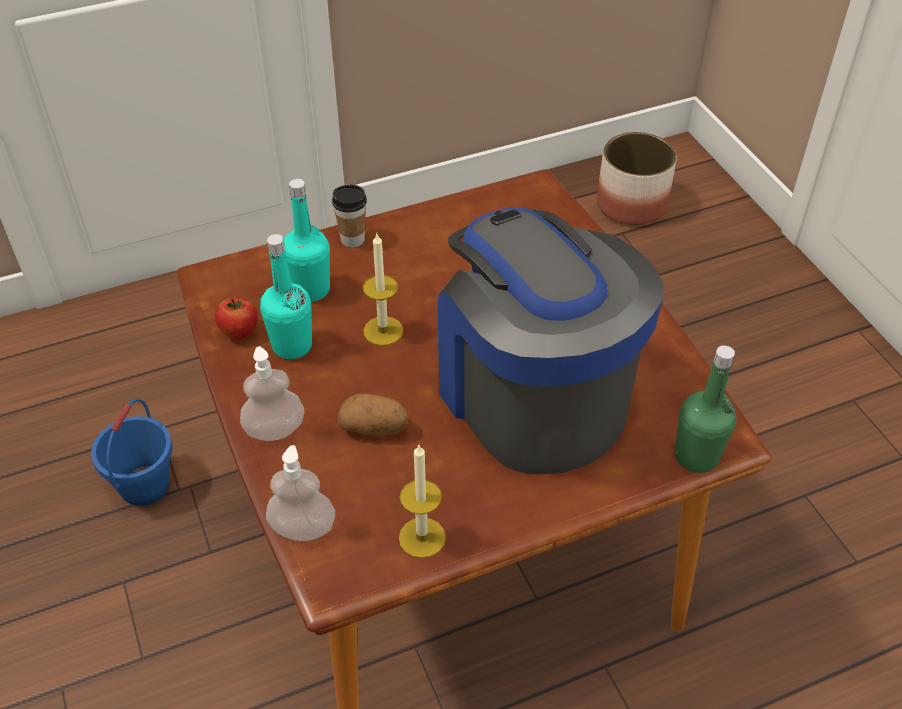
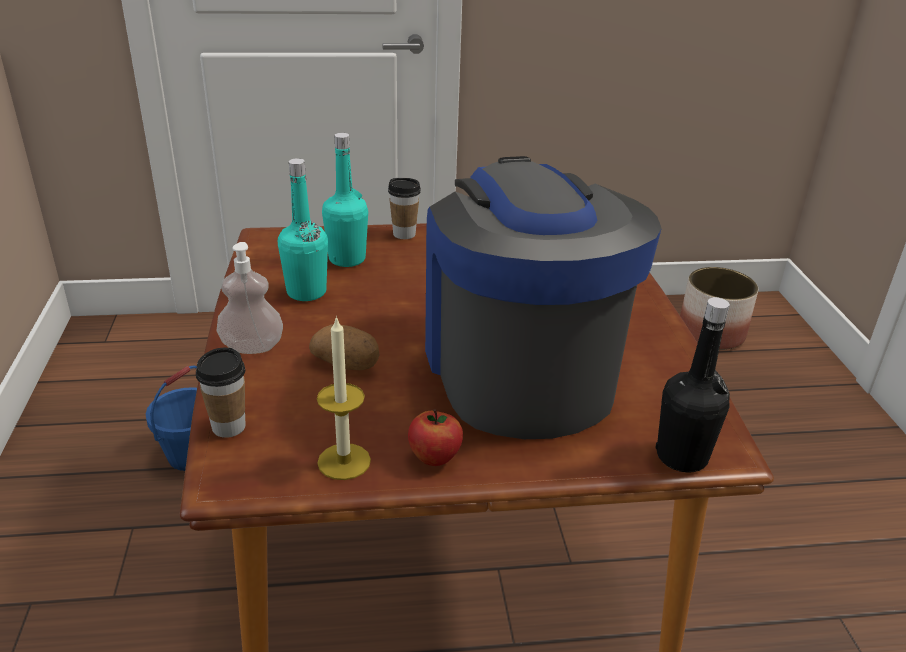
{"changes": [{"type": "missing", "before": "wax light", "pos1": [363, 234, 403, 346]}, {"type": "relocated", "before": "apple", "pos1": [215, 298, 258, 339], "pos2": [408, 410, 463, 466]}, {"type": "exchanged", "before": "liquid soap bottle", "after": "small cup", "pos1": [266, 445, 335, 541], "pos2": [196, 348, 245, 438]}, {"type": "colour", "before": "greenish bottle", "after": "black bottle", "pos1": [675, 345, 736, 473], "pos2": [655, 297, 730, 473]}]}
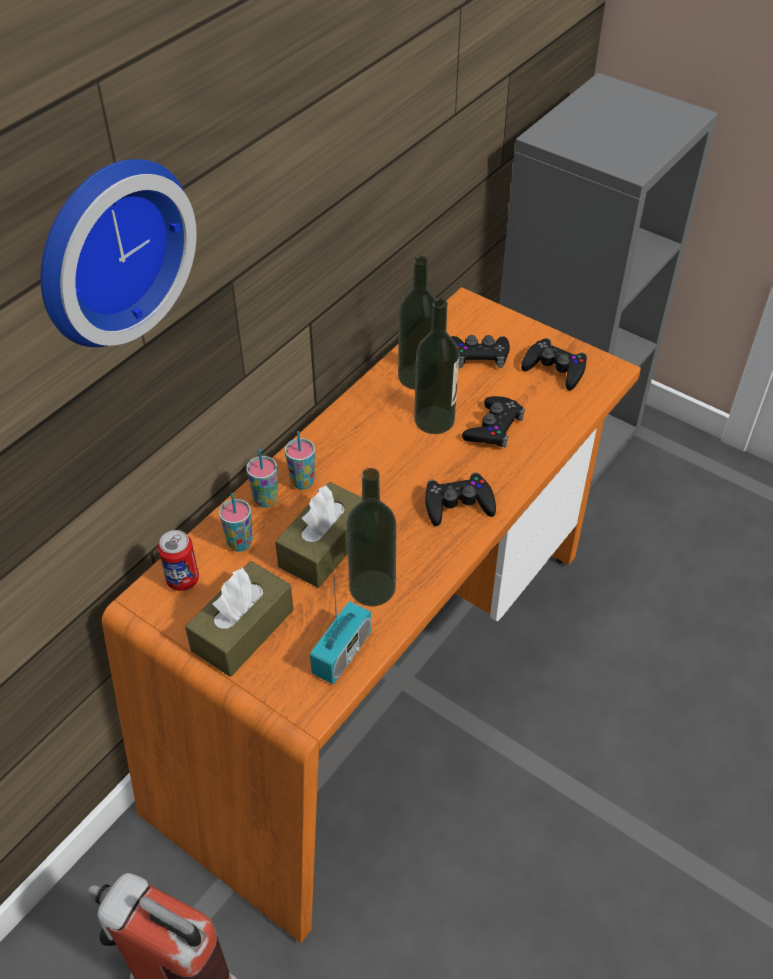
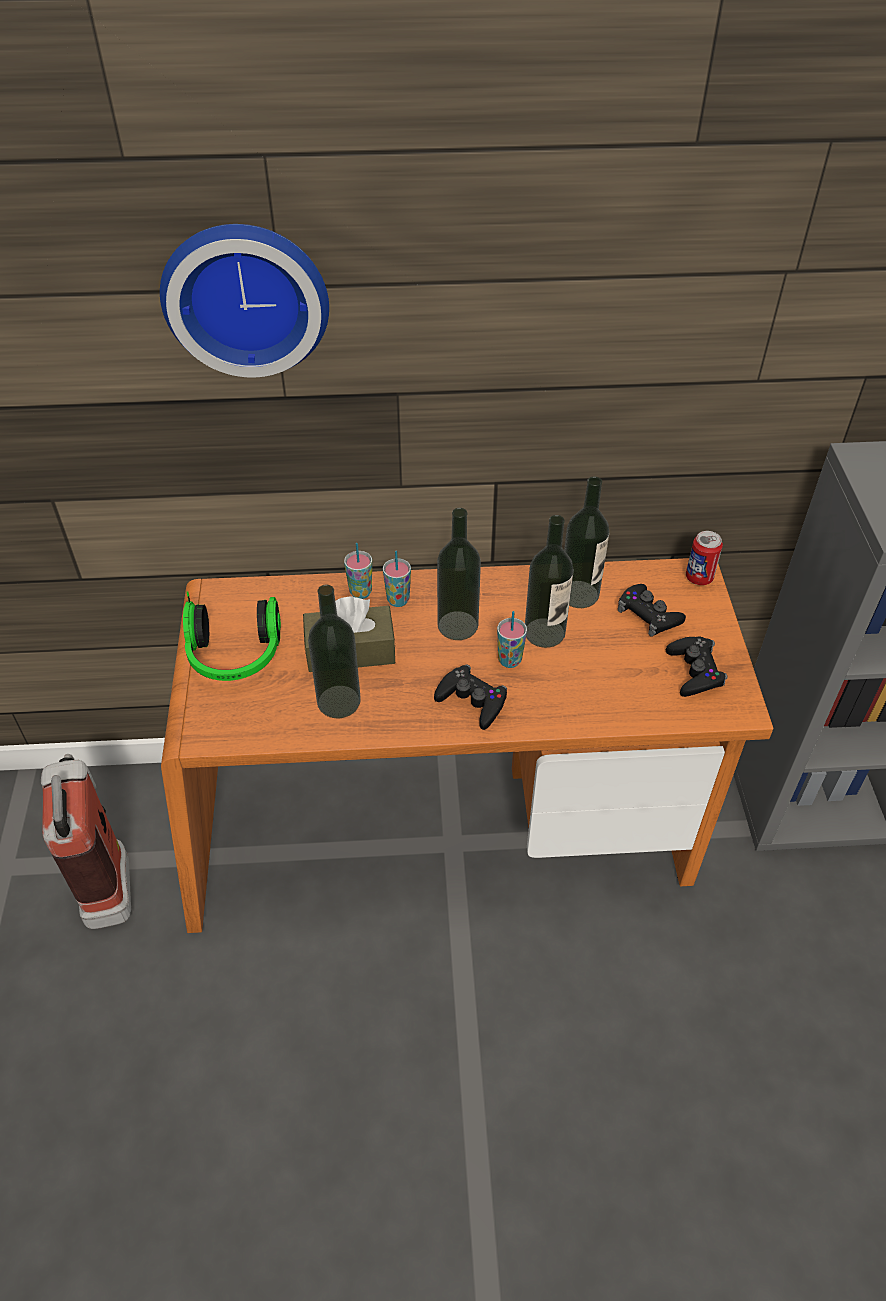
{"changes": [{"type": "missing", "before": "radio", "pos1": [310, 581, 371, 684]}, {"type": "missing", "before": "black game controller", "pos1": [462, 396, 525, 448]}, {"type": "appeared", "after": "bottle", "pos2": [437, 508, 481, 640]}, {"type": "relocated", "before": "metal can", "pos1": [158, 530, 199, 591], "pos2": [686, 531, 723, 585]}, {"type": "relocated", "before": "small cup", "pos1": [219, 493, 253, 552], "pos2": [497, 611, 527, 668]}, {"type": "exchanged", "before": "brown box of tissues", "after": "headphones", "pos1": [185, 561, 294, 677], "pos2": [183, 592, 281, 681]}]}
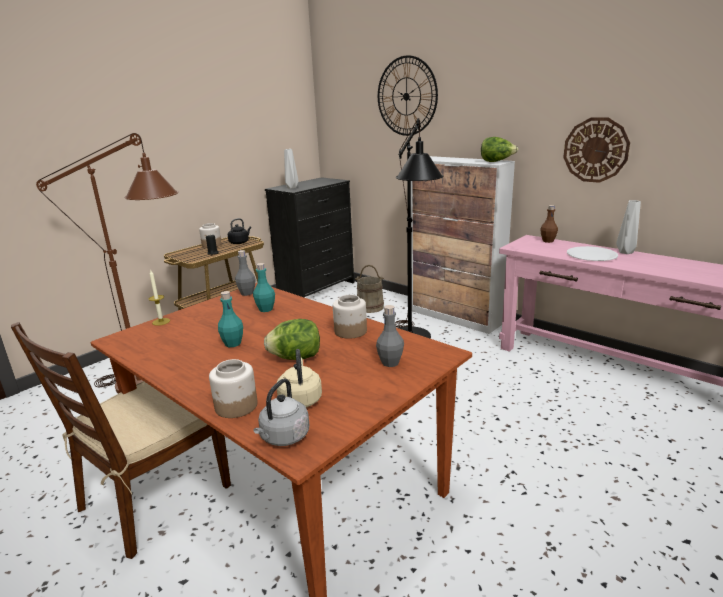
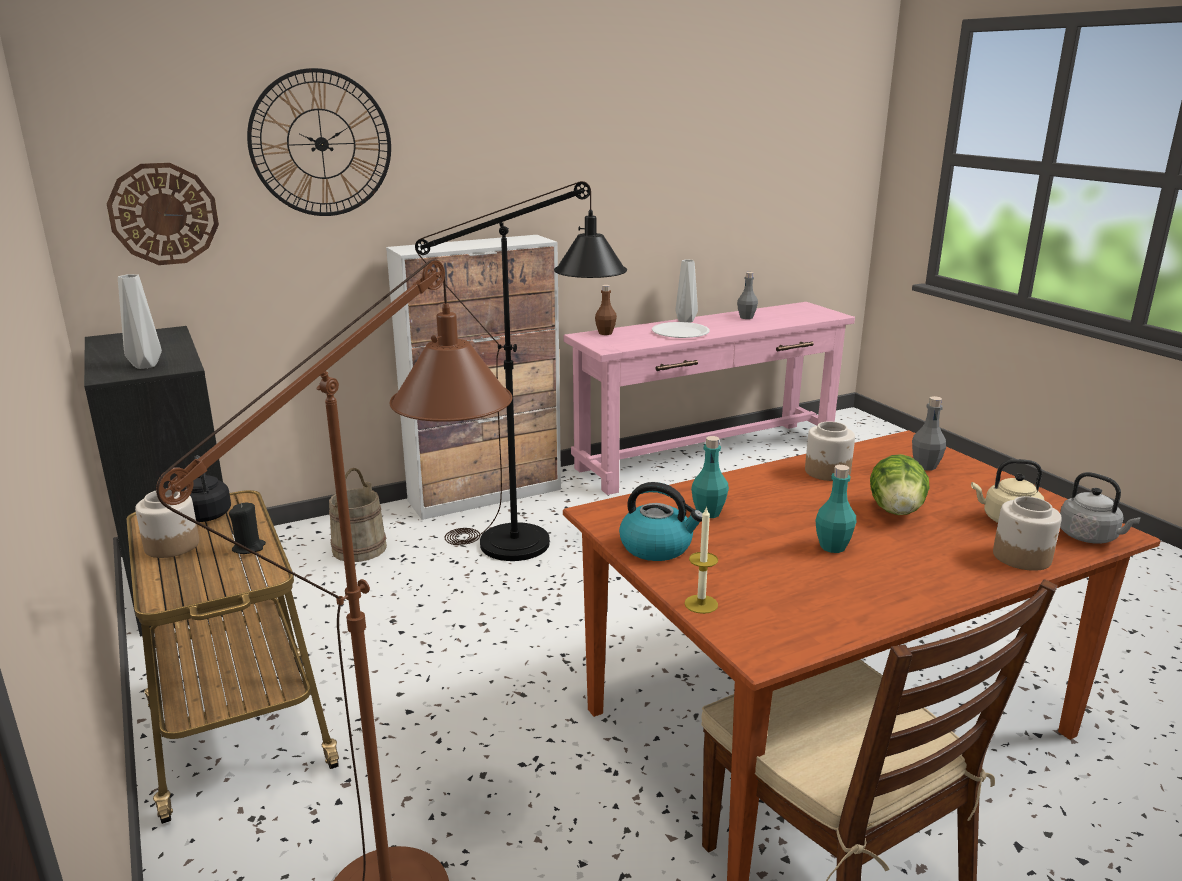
{"changes": [{"type": "missing", "before": "lettuce head", "pos1": [481, 137, 518, 162]}, {"type": "appeared", "after": "kettle", "pos2": [619, 482, 702, 561]}, {"type": "relocated", "before": "gray bottle", "pos1": [235, 250, 256, 296], "pos2": [737, 272, 758, 319]}, {"type": "relocated", "before": "hanging clock", "pos1": [563, 118, 630, 183], "pos2": [107, 163, 219, 265]}]}
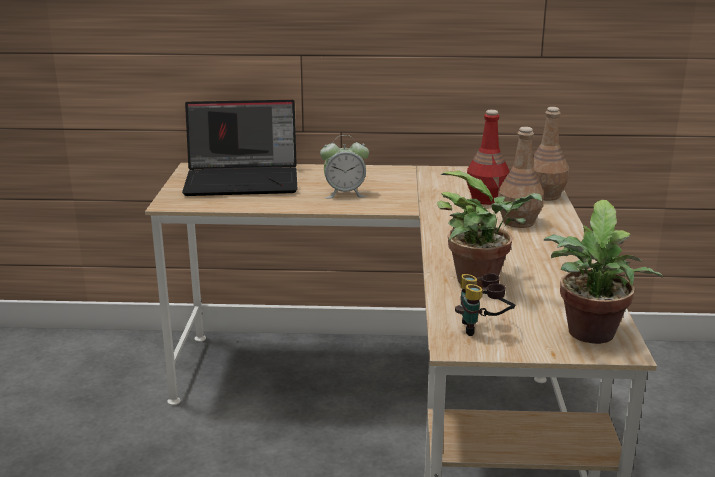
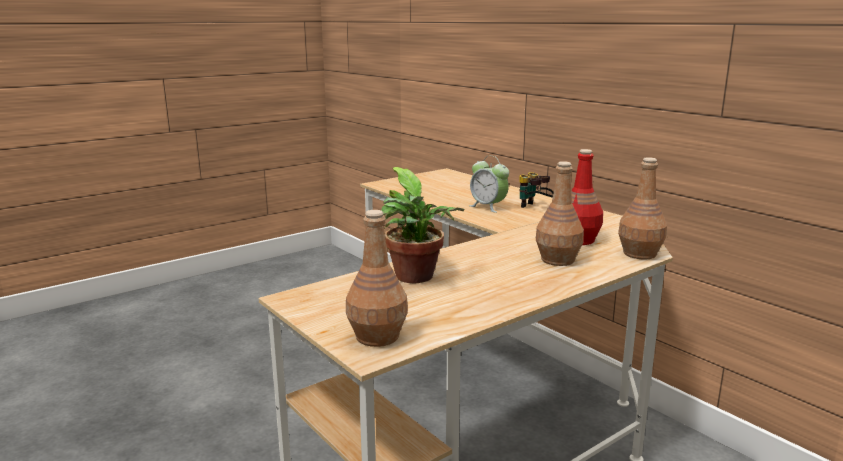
{"changes": [{"type": "missing", "before": "portable computer", "pos1": [182, 100, 297, 196]}, {"type": "relocated", "before": "pair of binoculars", "pos1": [455, 273, 515, 336], "pos2": [519, 172, 553, 208]}, {"type": "exchanged", "before": "houseplant", "after": "brown bottle", "pos1": [544, 200, 663, 344], "pos2": [346, 210, 408, 347]}]}
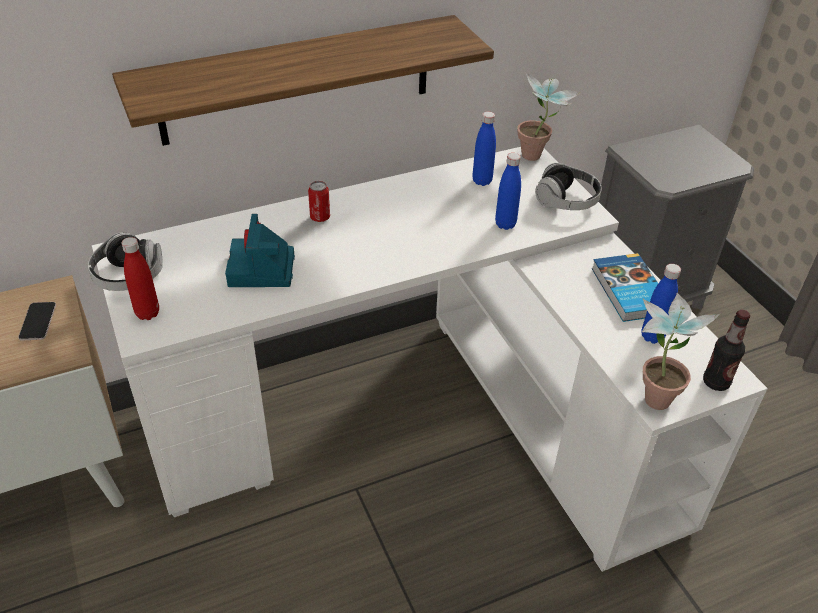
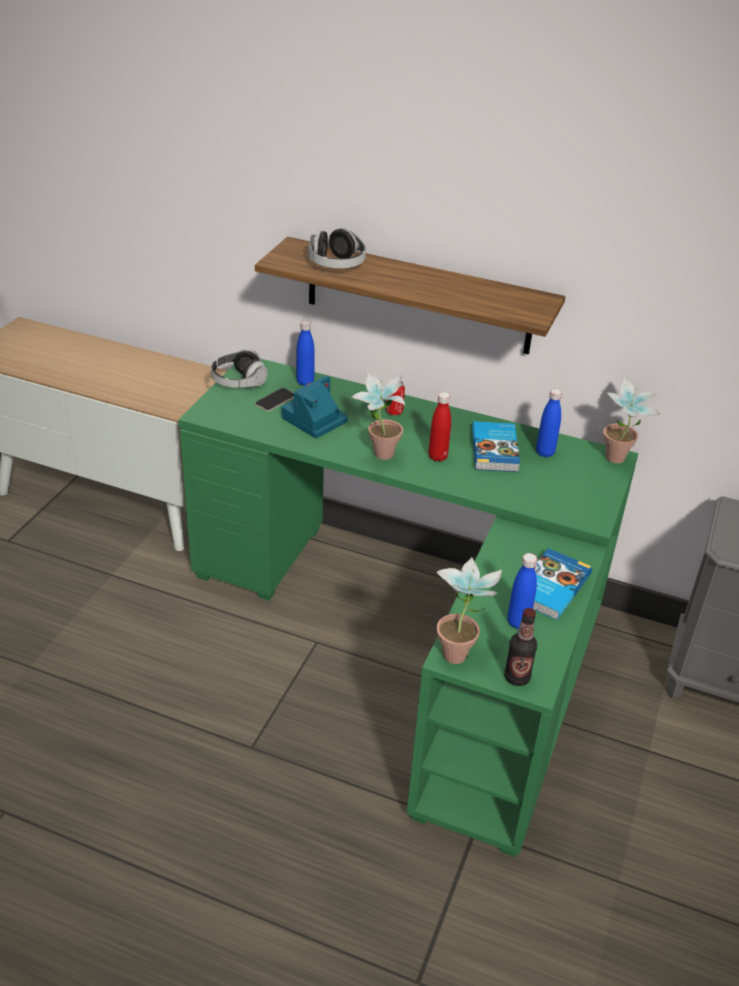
{"changes": [{"type": "appeared", "after": "houseplant", "pos2": [351, 372, 405, 460]}, {"type": "appeared", "after": "book", "pos2": [472, 421, 520, 472]}, {"type": "relocated", "before": "handset", "pos1": [18, 302, 56, 340], "pos2": [255, 388, 294, 411]}, {"type": "relocated", "before": "red-coloured bottle", "pos1": [122, 237, 159, 320], "pos2": [429, 392, 451, 462]}, {"type": "relocated", "before": "bluish bottle", "pos1": [495, 153, 521, 230], "pos2": [296, 320, 315, 386]}, {"type": "relocated", "before": "headphones", "pos1": [535, 163, 602, 210], "pos2": [309, 228, 366, 268]}, {"type": "colour", "before": "whitish desk table", "after": "greenish desk table", "pos1": [92, 147, 768, 572], "pos2": [178, 358, 639, 857]}]}
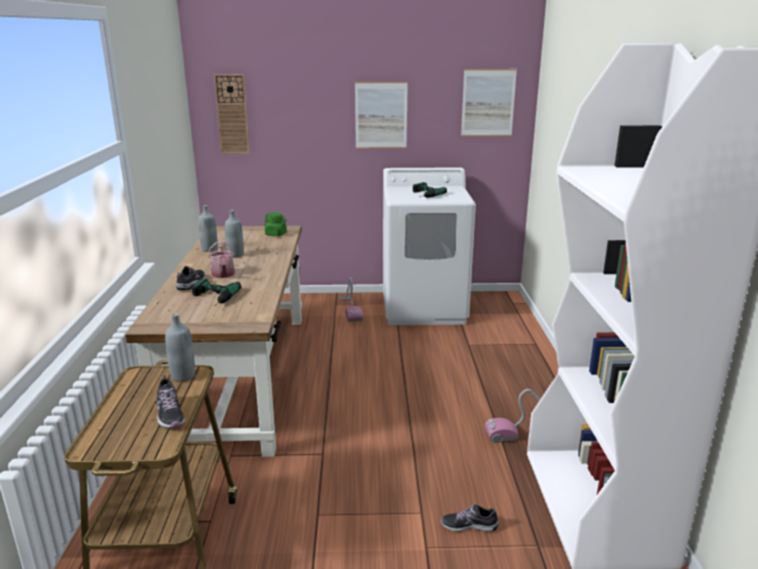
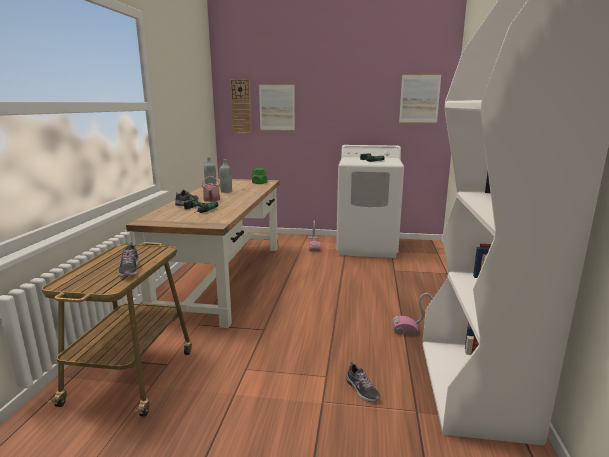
{"changes": [{"type": "missing", "before": "gray bottle", "pos1": [165, 313, 195, 382]}, {"type": "relocated", "before": "wall picture", "pos1": [355, 82, 408, 149], "pos2": [259, 84, 295, 131]}, {"type": "spun", "before": "item of footwear", "pos1": [441, 505, 499, 532], "pos2": [346, 361, 381, 402], "turn": -135}]}
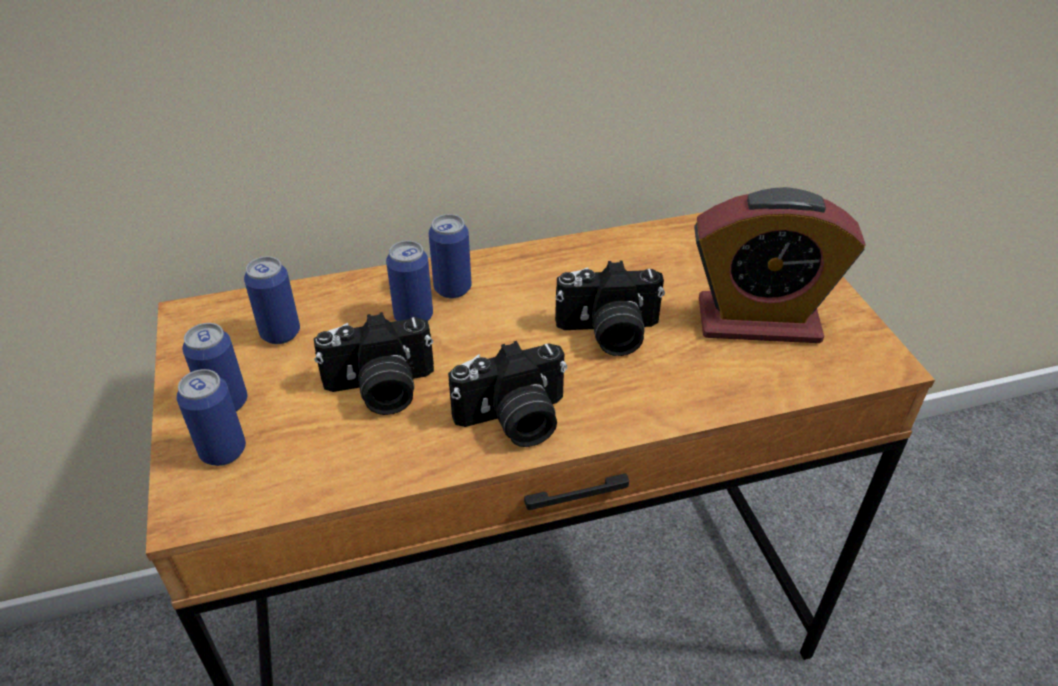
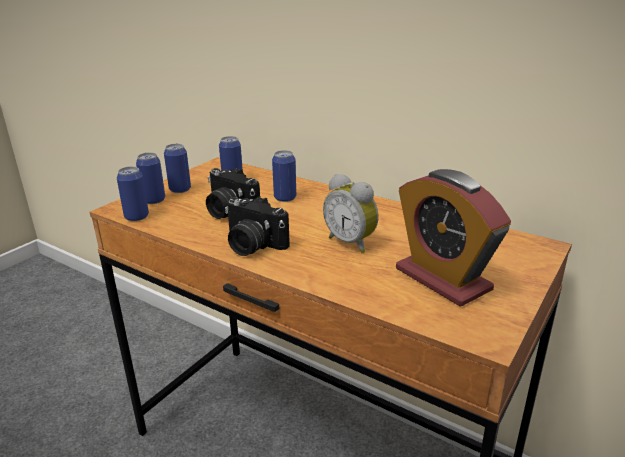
{"changes": [{"type": "relocated", "before": "metal can", "pos1": [429, 214, 472, 298], "pos2": [117, 166, 149, 221]}, {"type": "exchanged", "before": "photo camera", "after": "table clock", "pos1": [555, 261, 665, 356], "pos2": [323, 174, 379, 253]}]}
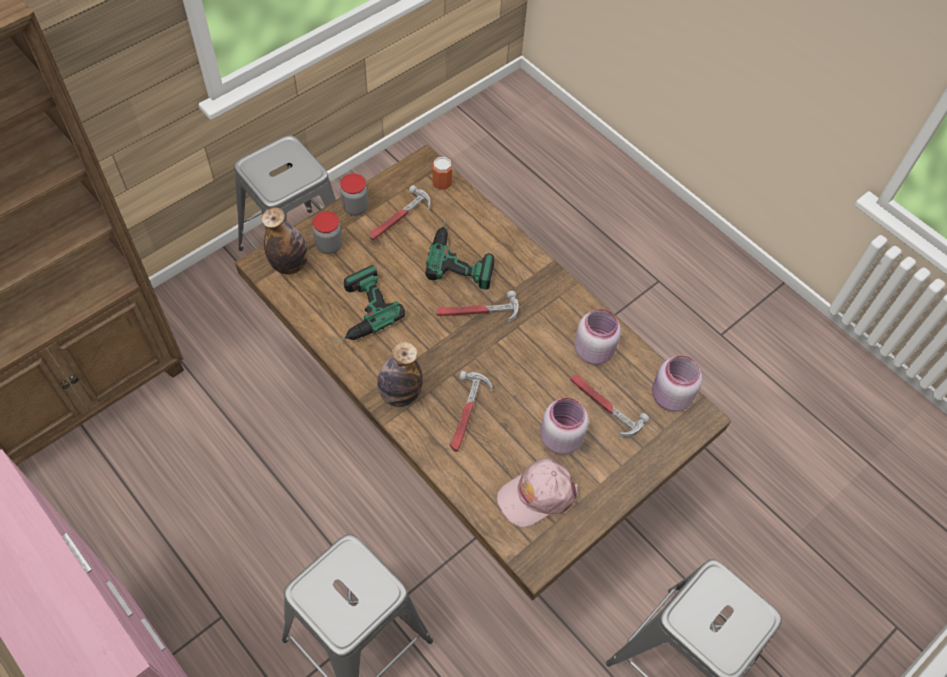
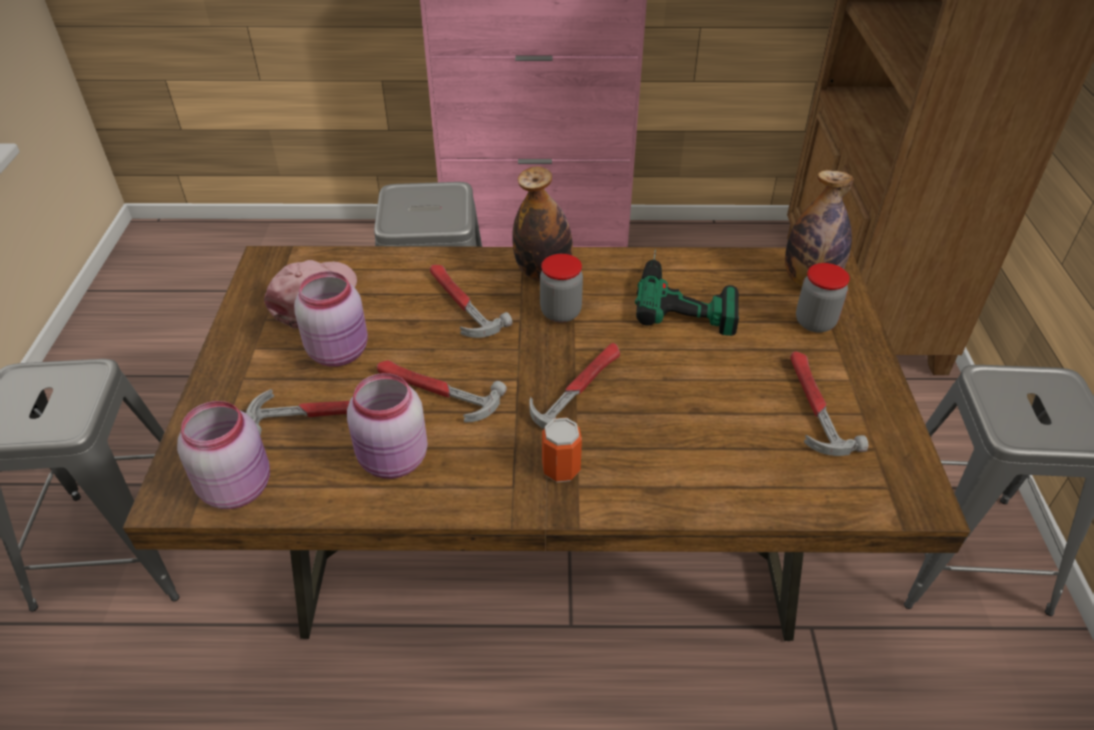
{"changes": [{"type": "missing", "before": "drill", "pos1": [425, 217, 495, 289]}, {"type": "appeared", "after": "tool hammer", "pos2": [377, 360, 507, 422]}, {"type": "relocated", "before": "storage jar", "pos1": [340, 174, 369, 216], "pos2": [540, 254, 583, 323]}, {"type": "relocated", "before": "metal can", "pos1": [432, 157, 452, 190], "pos2": [542, 418, 582, 482]}]}
